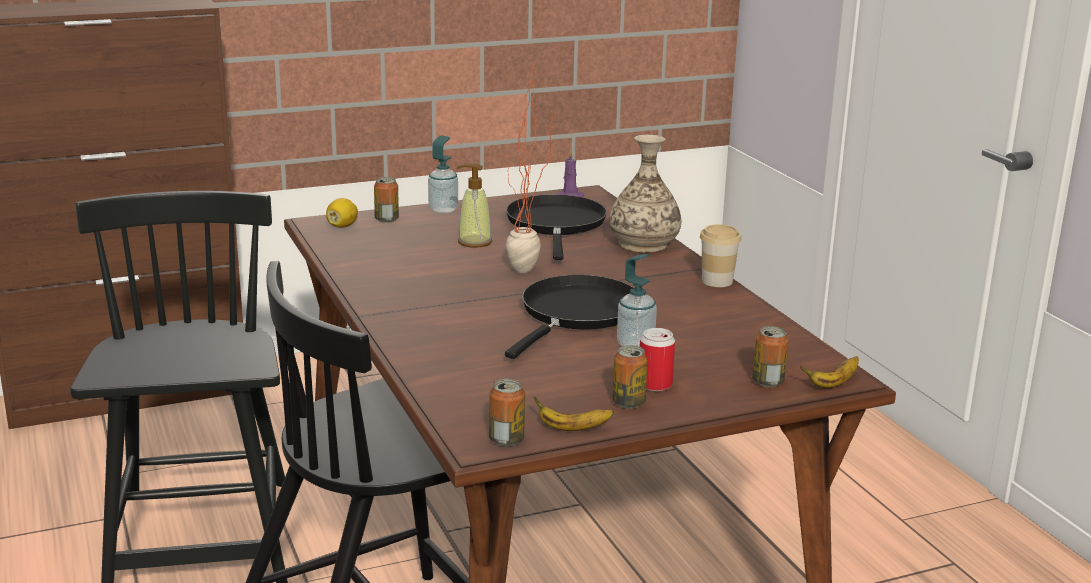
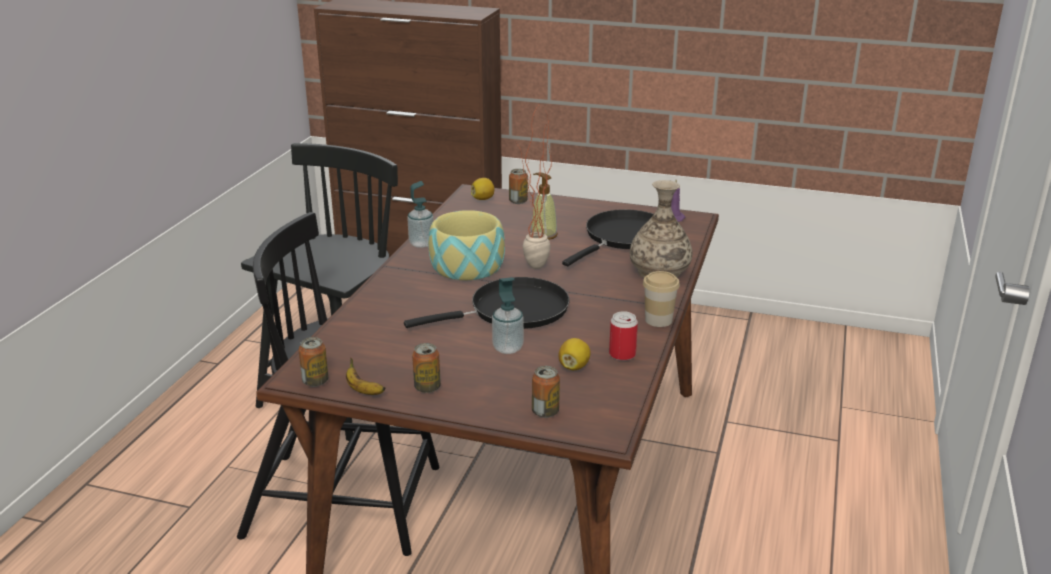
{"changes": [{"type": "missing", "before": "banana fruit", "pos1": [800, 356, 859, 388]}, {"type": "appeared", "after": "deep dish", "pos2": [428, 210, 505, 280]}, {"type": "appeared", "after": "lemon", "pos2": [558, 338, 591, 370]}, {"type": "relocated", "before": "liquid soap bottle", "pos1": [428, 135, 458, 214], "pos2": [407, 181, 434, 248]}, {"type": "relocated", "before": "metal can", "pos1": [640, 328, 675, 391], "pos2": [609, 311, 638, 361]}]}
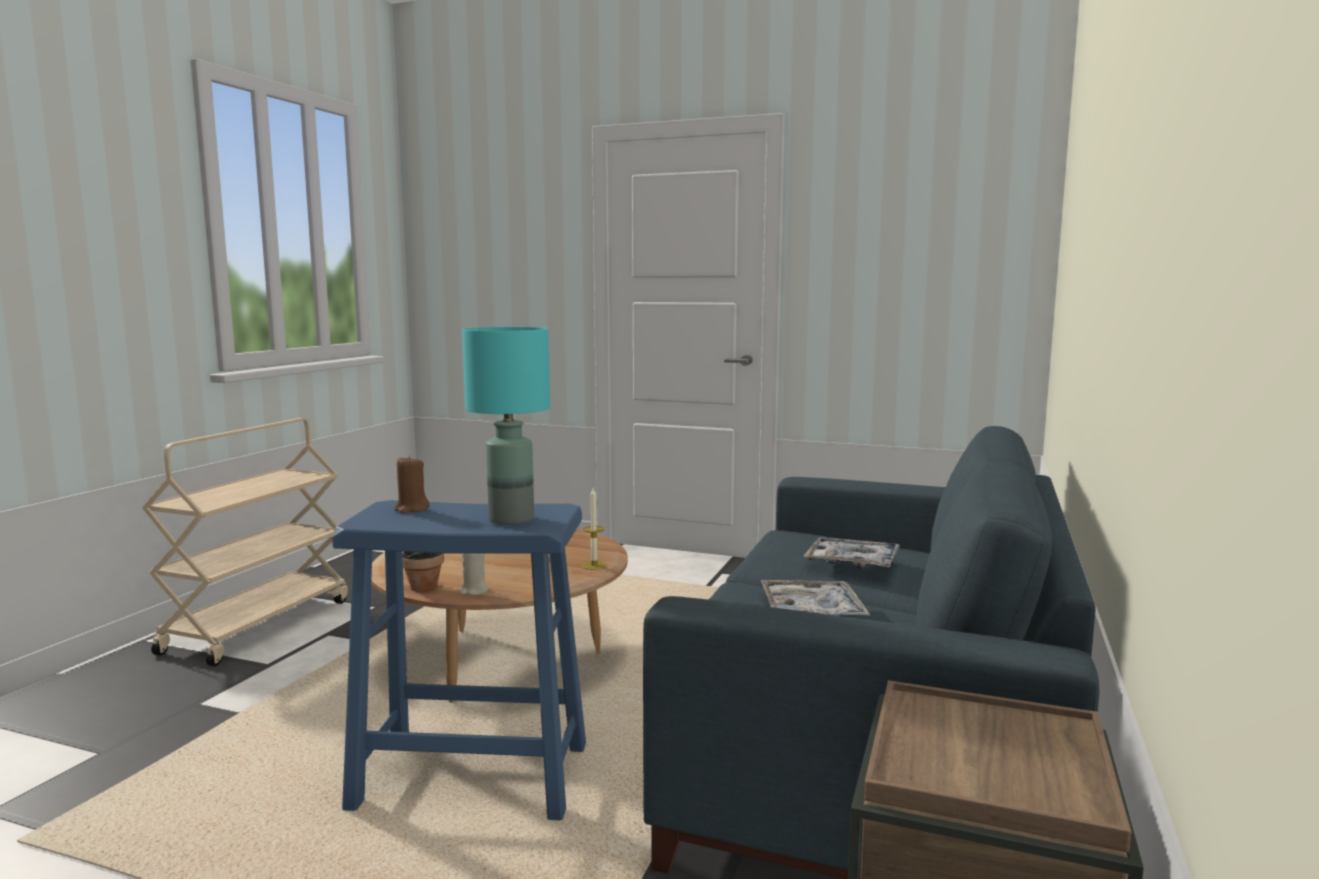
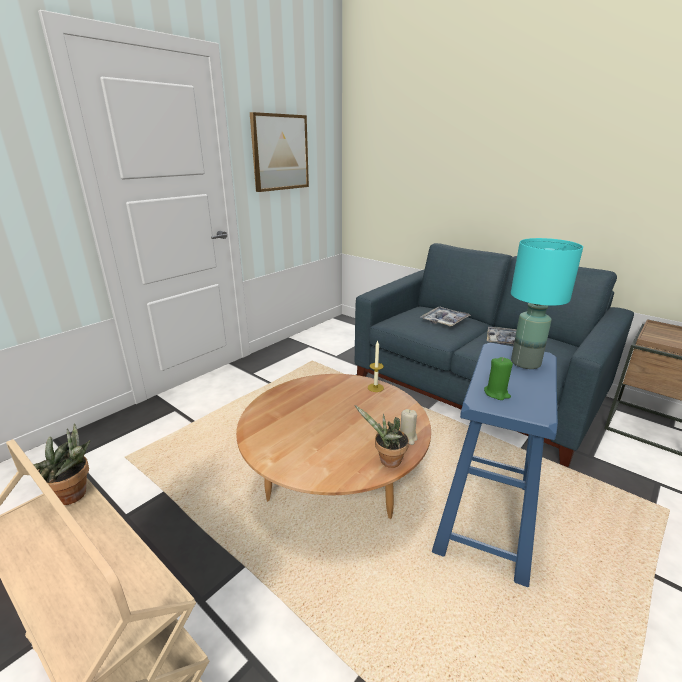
{"changes": [{"type": "appeared", "after": "houseplant", "pos2": [33, 423, 91, 505]}, {"type": "appeared", "after": "wall picture", "pos2": [250, 112, 309, 192]}, {"type": "colour", "before": "brown wax light", "after": "greenish wax light", "pos1": [394, 455, 430, 513], "pos2": [484, 357, 513, 400]}]}
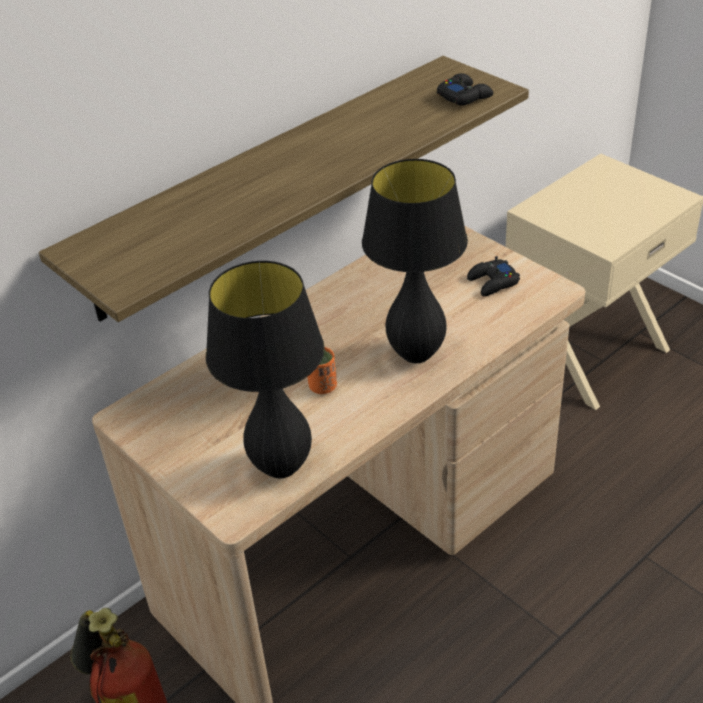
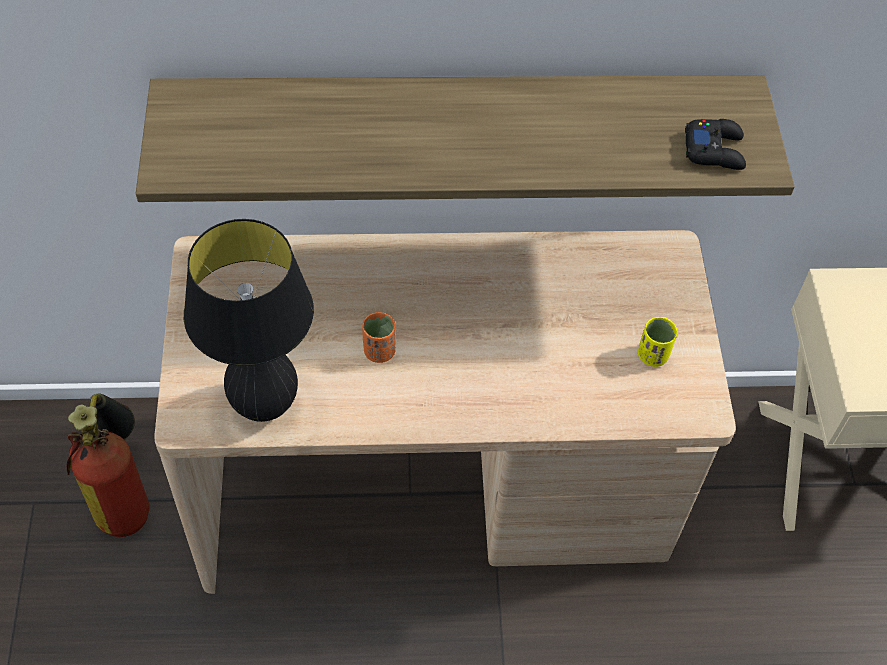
{"changes": [{"type": "missing", "before": "black tabletop lamp", "pos1": [362, 159, 468, 363]}, {"type": "exchanged", "before": "black game controller", "after": "yellow small cup", "pos1": [467, 256, 520, 296], "pos2": [638, 317, 678, 367]}]}
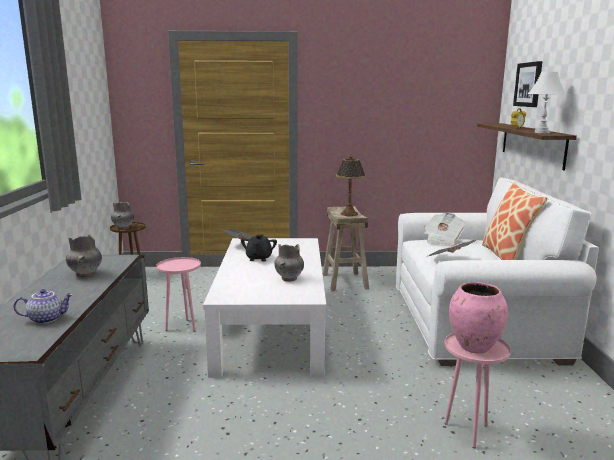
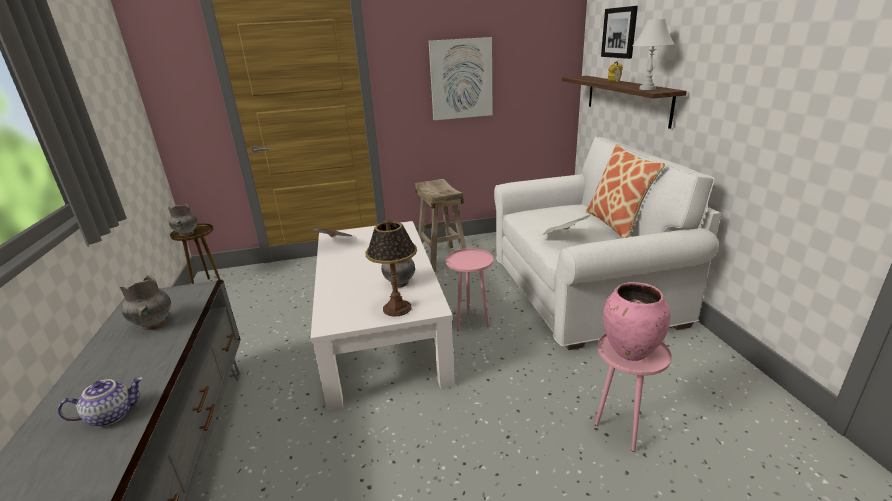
{"changes": [{"type": "missing", "before": "black pot for tea", "pos1": [241, 234, 277, 262]}, {"type": "missing", "before": "newspaper", "pos1": [424, 212, 466, 245]}, {"type": "appeared", "after": "wall picture", "pos2": [429, 37, 492, 120]}, {"type": "relocated", "before": "pink end table", "pos1": [156, 257, 201, 332], "pos2": [446, 248, 494, 330]}, {"type": "relocated", "before": "tabletop lamp", "pos1": [336, 155, 366, 216], "pos2": [365, 219, 417, 317]}]}
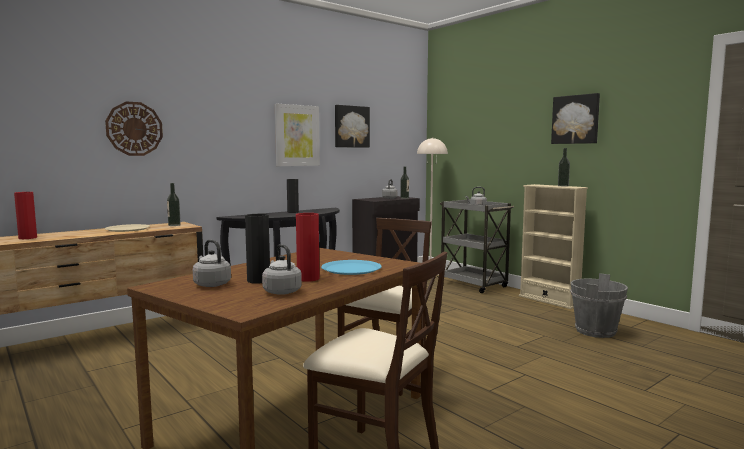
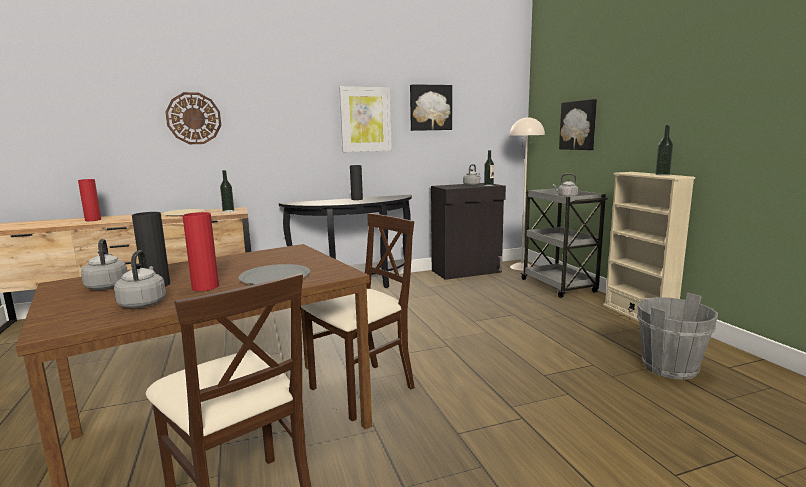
{"changes": [{"type": "relocated", "before": "wall picture", "pos1": [551, 93, 600, 144], "pos2": [559, 99, 597, 150]}, {"type": "colour", "before": "bluish flat dish", "after": "gray flat dish", "pos1": [321, 260, 382, 275], "pos2": [238, 264, 310, 285]}]}
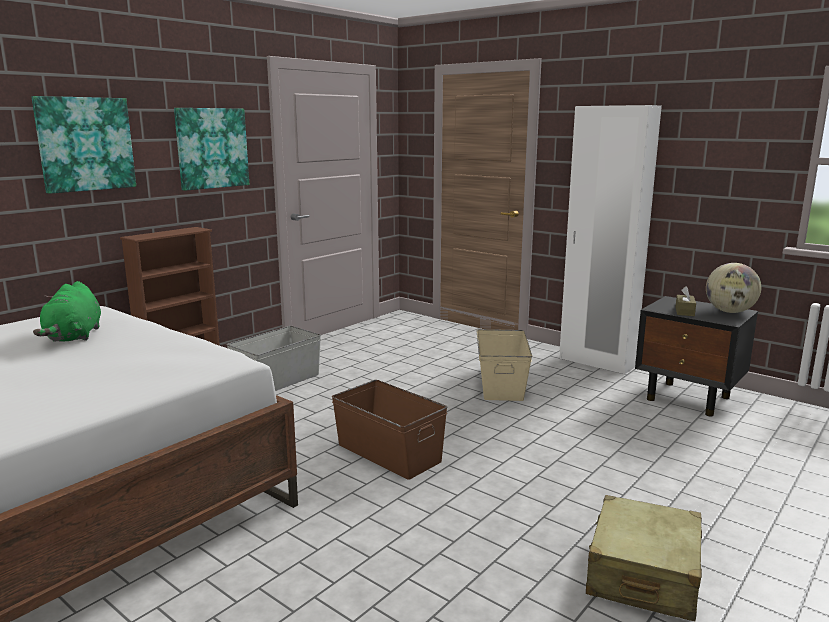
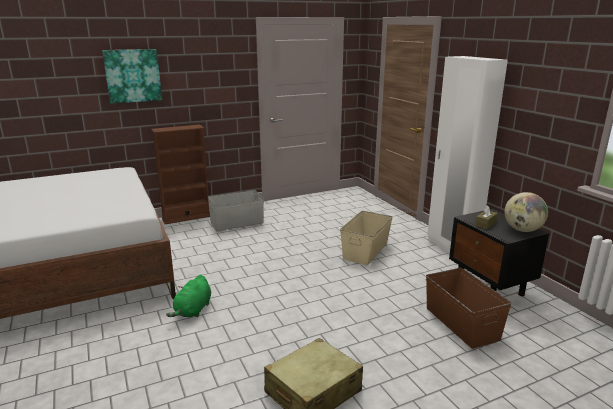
{"changes": [{"type": "missing", "before": "wall picture", "pos1": [174, 108, 249, 191]}, {"type": "relocated", "before": "greenish cuddly toy", "pos1": [33, 281, 101, 342], "pos2": [166, 275, 211, 317]}, {"type": "relocated", "before": "brown storage container", "pos1": [332, 380, 447, 480], "pos2": [426, 268, 512, 349]}]}
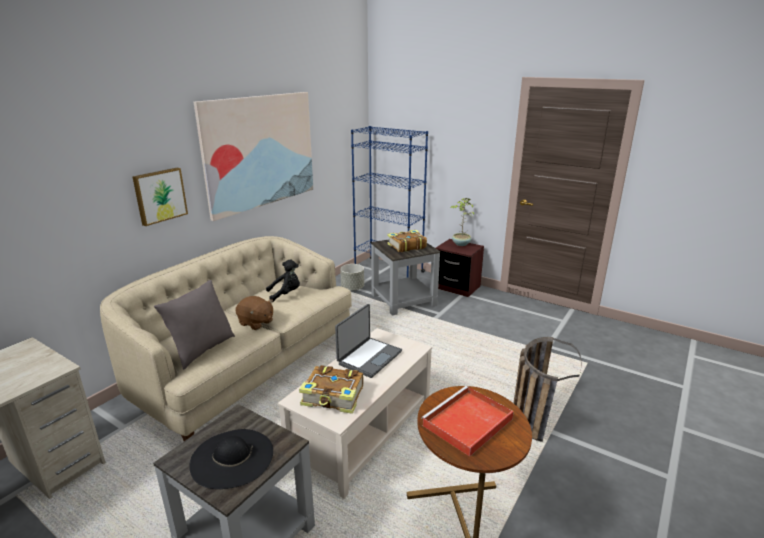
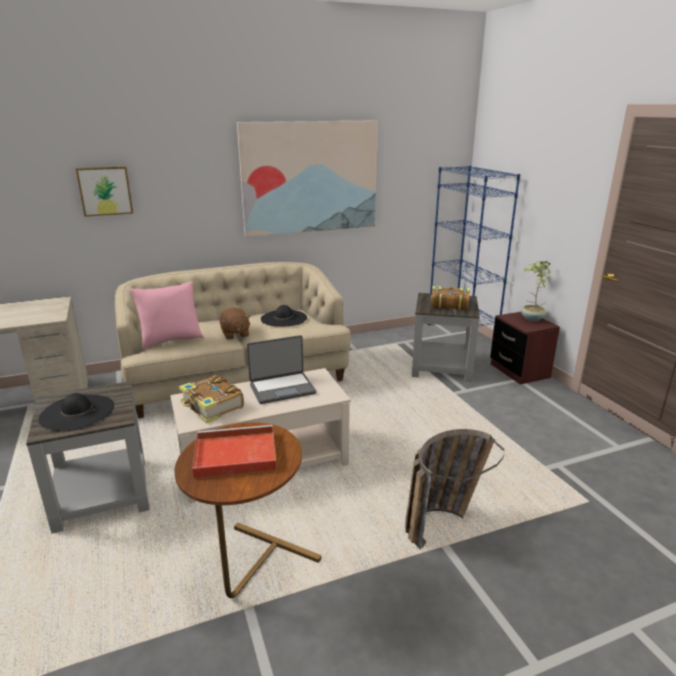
{"changes": [{"type": "missing", "before": "gray planter", "pos1": [340, 264, 364, 291]}, {"type": "relocated", "before": "wall picture", "pos1": [133, 168, 188, 226], "pos2": [76, 166, 133, 217]}, {"type": "exchanged", "before": "black cuddly toy", "after": "black clothing hat", "pos1": [266, 259, 300, 302], "pos2": [261, 305, 307, 327]}, {"type": "colour", "before": "gray cushion", "after": "pink cushion", "pos1": [154, 280, 235, 369], "pos2": [130, 281, 204, 350]}]}
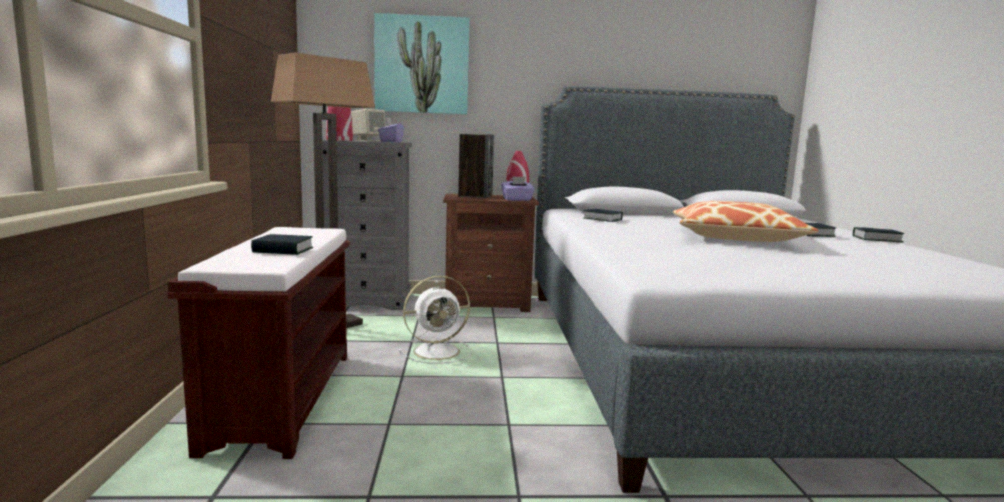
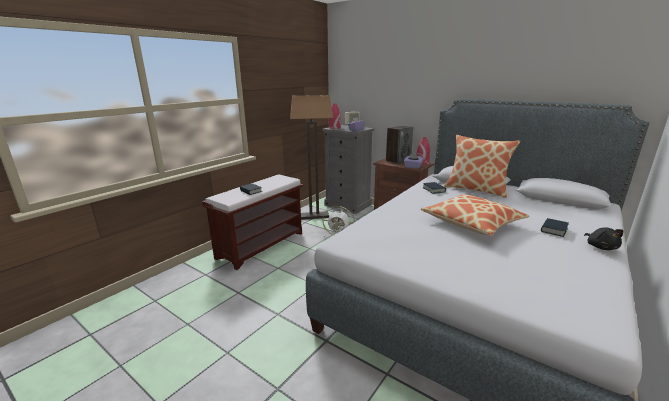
{"changes": [{"type": "missing", "before": "wall picture", "pos1": [374, 13, 469, 114]}, {"type": "appeared", "after": "cushion", "pos2": [444, 135, 520, 198]}, {"type": "exchanged", "before": "book", "after": "black cuddly toy", "pos1": [853, 227, 904, 243], "pos2": [584, 227, 624, 250]}]}
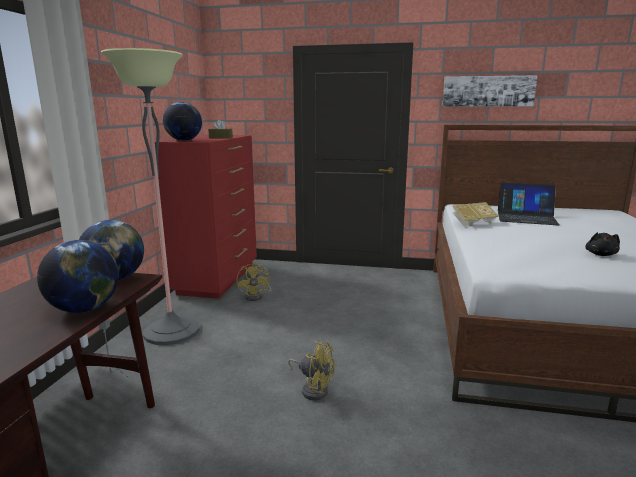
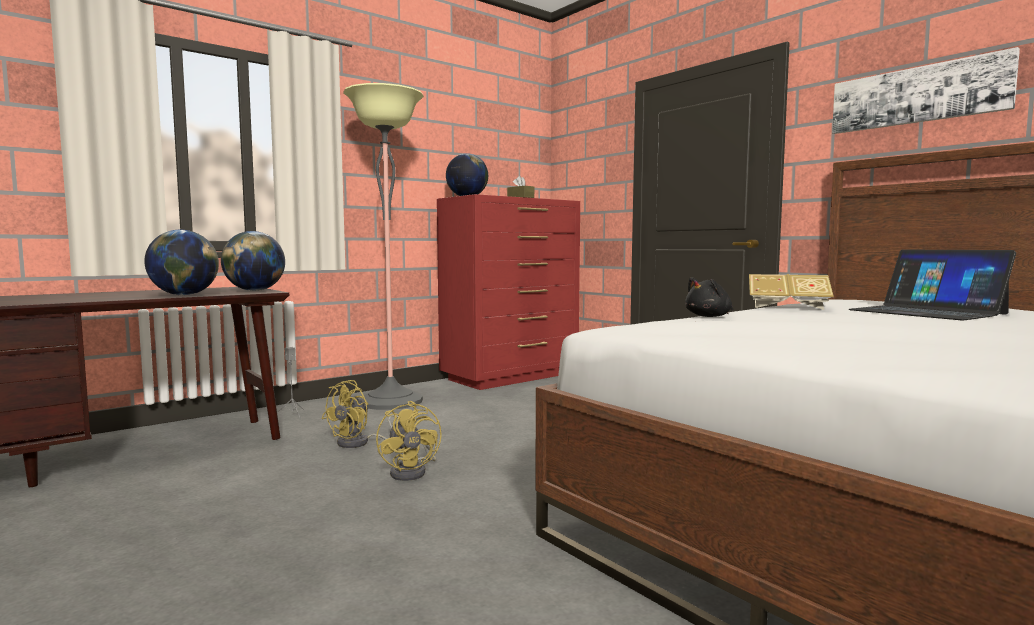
{"changes": [{"type": "relocated", "before": "yellow cooling fan", "pos1": [236, 262, 271, 301], "pos2": [322, 380, 398, 448]}, {"type": "relocated", "before": "black cuddly toy", "pos1": [585, 232, 620, 256], "pos2": [685, 277, 733, 317]}]}
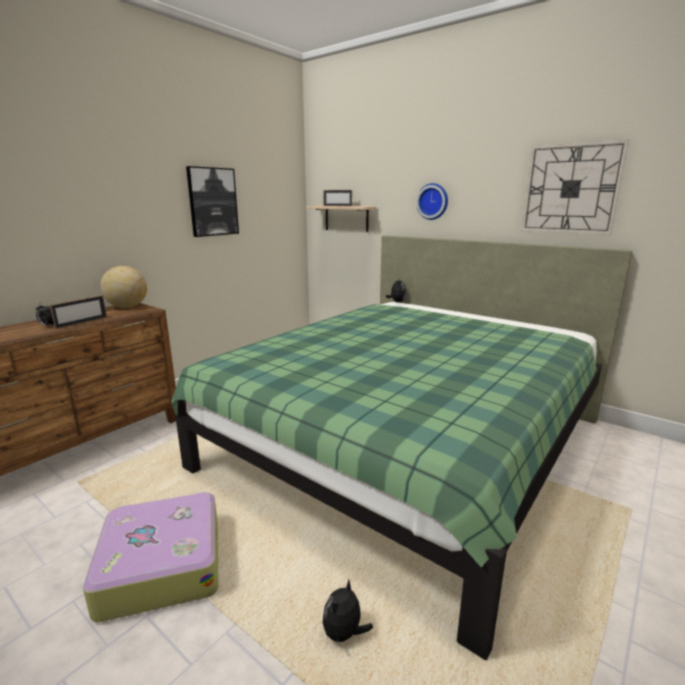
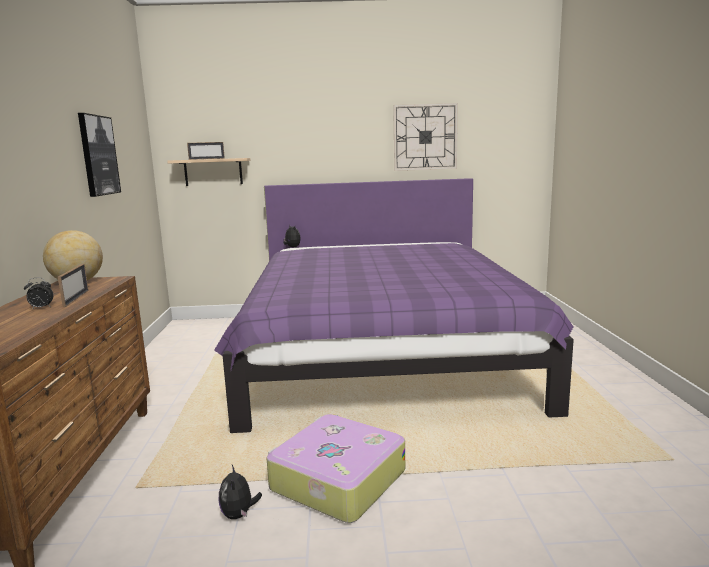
{"changes": [{"type": "missing", "before": "hanging clock", "pos1": [416, 183, 448, 220]}, {"type": "relocated", "before": "cuddly toy", "pos1": [323, 578, 373, 649], "pos2": [219, 465, 262, 519]}, {"type": "colour", "before": "greenish bed", "after": "purple bed", "pos1": [171, 236, 633, 660], "pos2": [214, 178, 574, 433]}]}
